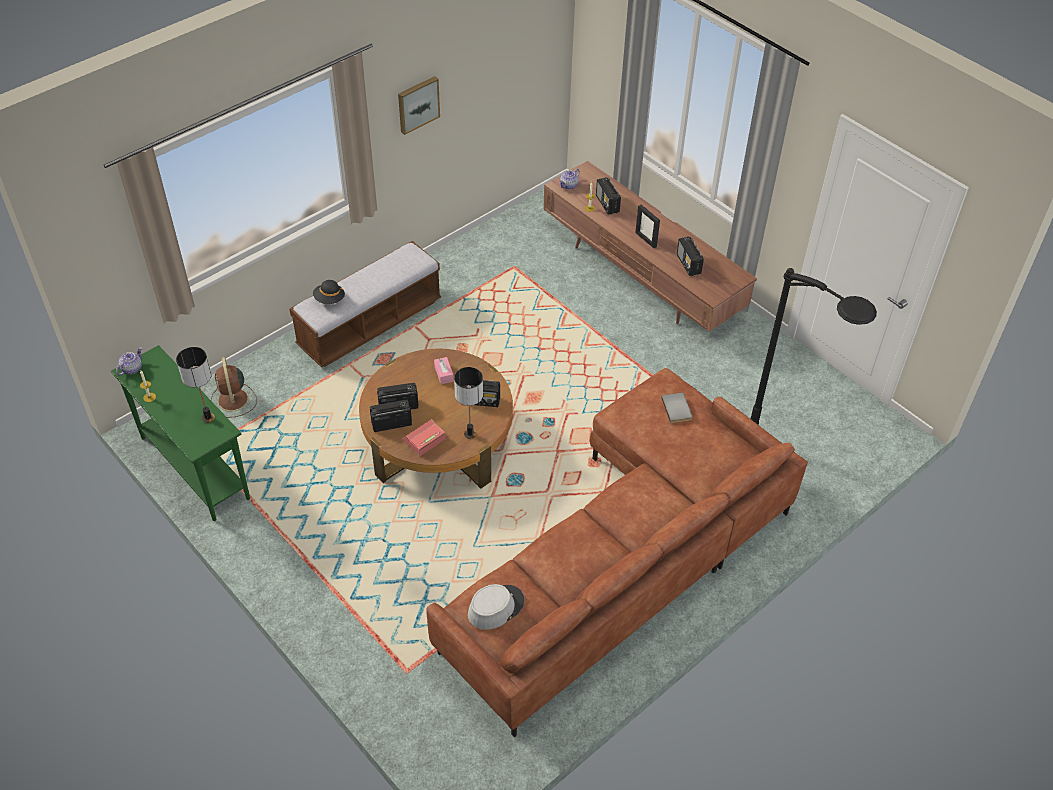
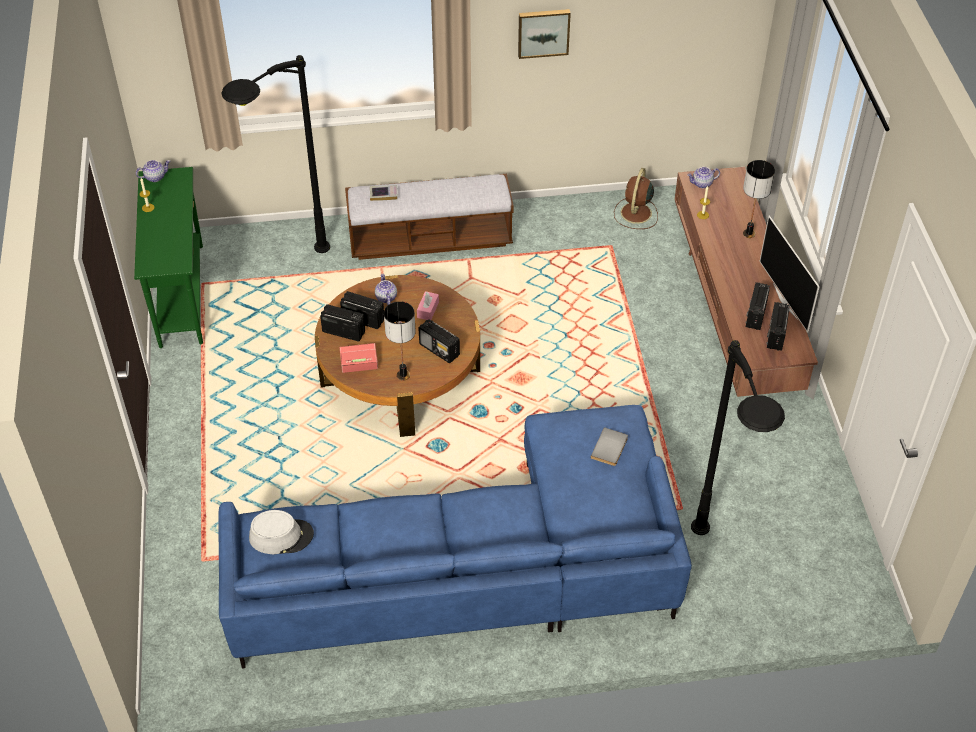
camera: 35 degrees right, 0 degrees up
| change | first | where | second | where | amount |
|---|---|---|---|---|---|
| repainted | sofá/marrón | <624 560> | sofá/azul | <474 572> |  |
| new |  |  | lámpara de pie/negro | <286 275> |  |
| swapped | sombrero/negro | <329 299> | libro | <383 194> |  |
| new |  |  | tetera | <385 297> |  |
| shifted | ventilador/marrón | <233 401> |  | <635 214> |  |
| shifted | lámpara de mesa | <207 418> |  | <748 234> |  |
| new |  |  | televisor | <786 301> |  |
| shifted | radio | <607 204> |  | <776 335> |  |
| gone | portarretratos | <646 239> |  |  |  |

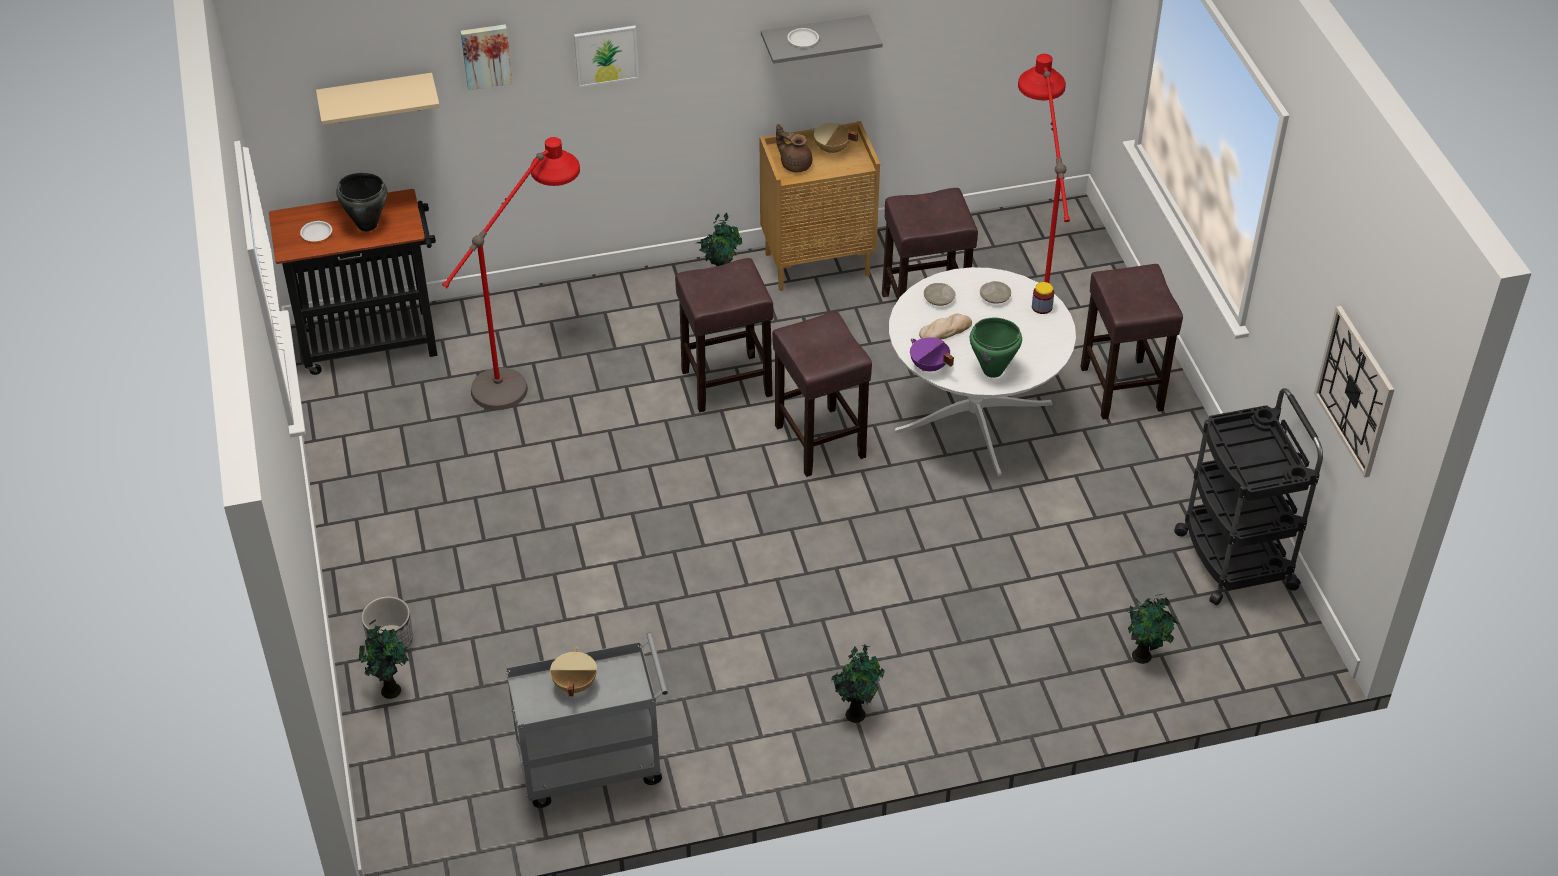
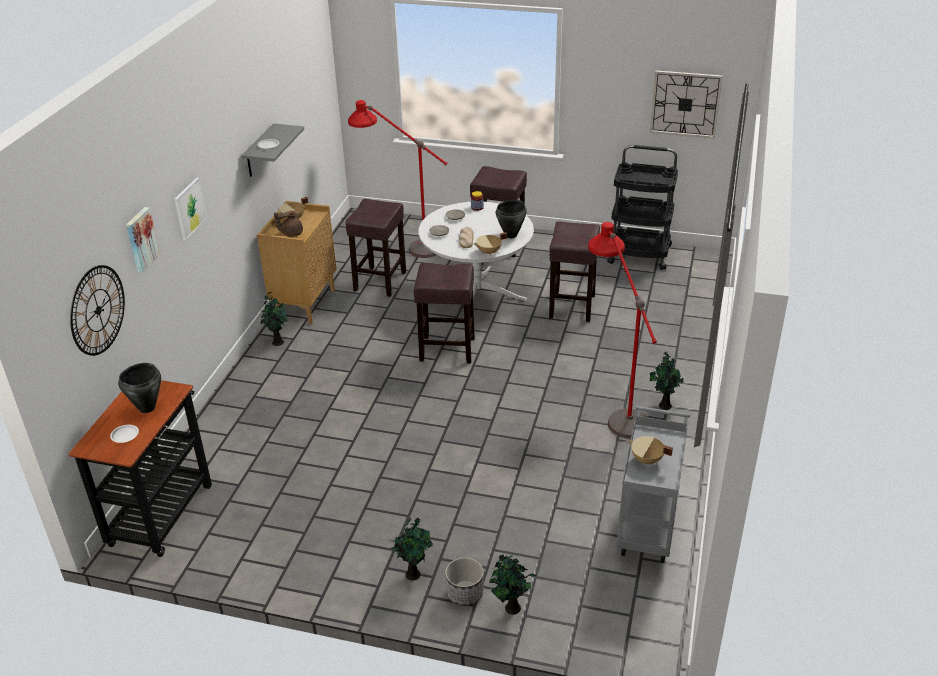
camera: 60 degrees left, 10 degrees down
| change | first | where | second | where | amount |
|---|---|---|---|---|---|
| swapped | estante/beis | <377 98> | reloj de pared | <98 310> |  |
| shifted | planta en maceta | <1143 655> |  | <413 573> |  |
| repainted | olla/morado | <928 366> | olla/beis | <489 252> |  |
| repainted | olla/verde | <993 371> | olla/negro | <511 235> |  |
| shifted | taburete/marrón | <725 383> |  | <572 307> |  |
| shifted | lámpara de pie/rojo | <528 369> |  | <615 406> |  |

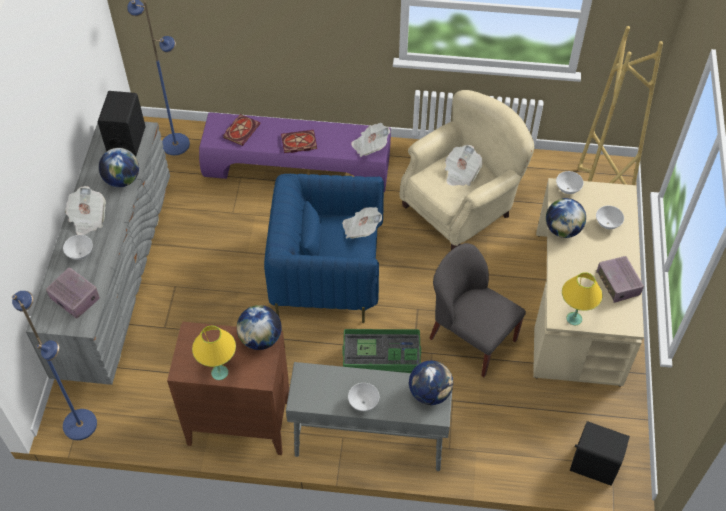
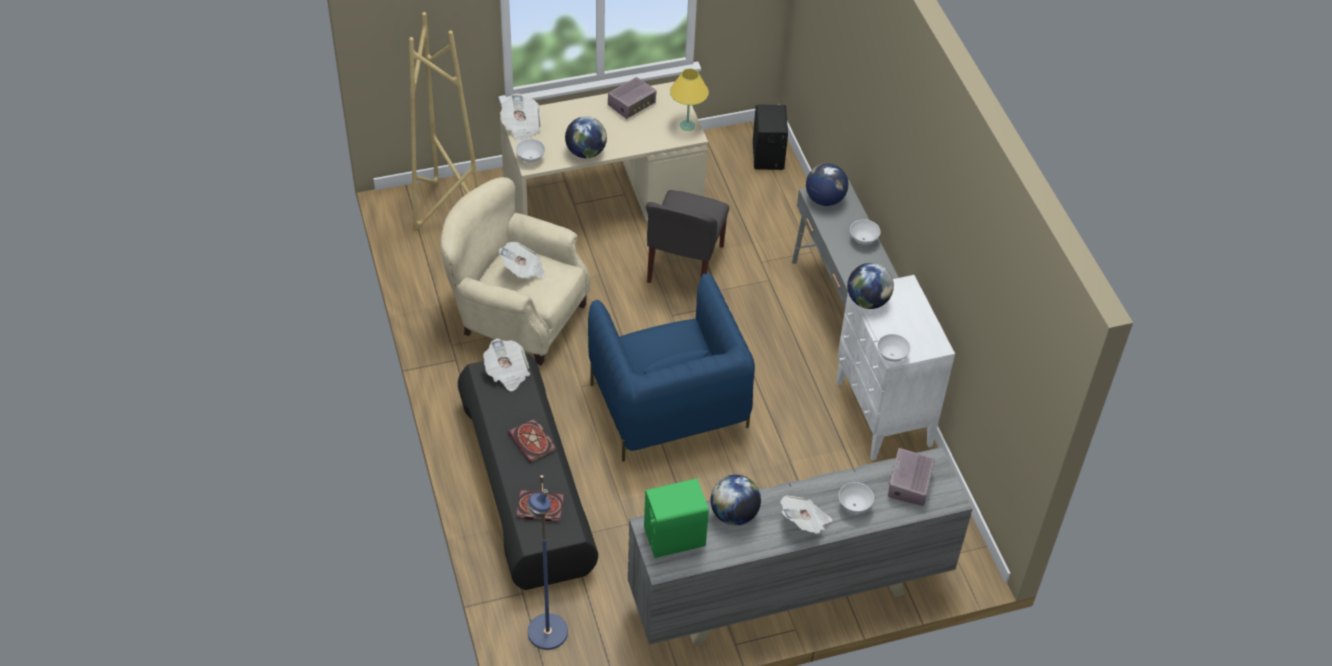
camera: 115 degrees left, 5 degrees down
| change | first | where | second | where | amount |
|---|---|---|---|---|---|
| repainted | banco/morado | <297 166> | banco/negro | <525 485> |  |
| shifted | periódico | <361 229> |  | <521 127> |  |
| repainted | altavoz/negro | <126 141> | altavoz/verde | <674 537> |  |
| repainted | cómoda/marrón | <239 421> | cómoda/blanco | <881 415> |  |
| shifted | cuenco/blanco | <607 224> |  | <892 356> |  |
| gone | lámpara de pie/azul | <80 424> |  |  |  |
| gone | lámpara de mesa/amarillo | <219 373> |  |  |  |
| gone | caja de almacenaje/verde | <381 363> |  |  |  |

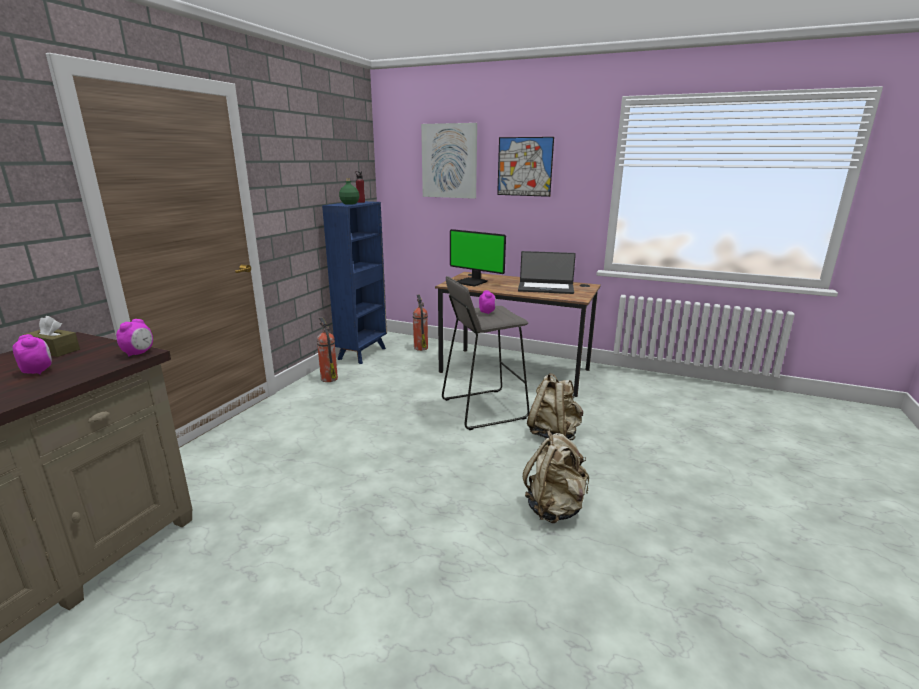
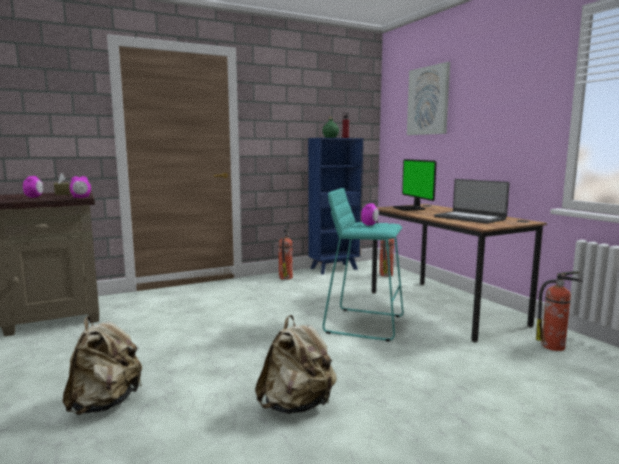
camera: 40 degrees right, 10 degrees down
| change | first | where | second | where | amount |
|---|---|---|---|---|---|
| shifted | mochila/beis | <553 433> |  | <105 403> |  |
| repainted | taburete/gris | <483 408> | taburete/turquesa | <364 324> |  |
| new |  |  | extintor | <554 346> |  |
| gone | cuadro | <524 166> |  |  |  |

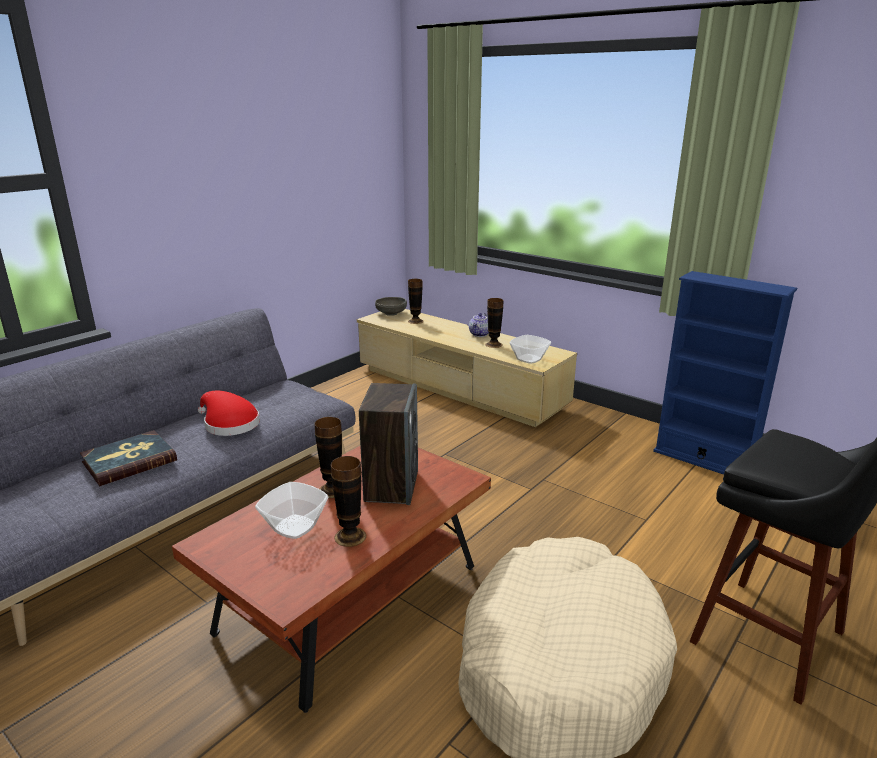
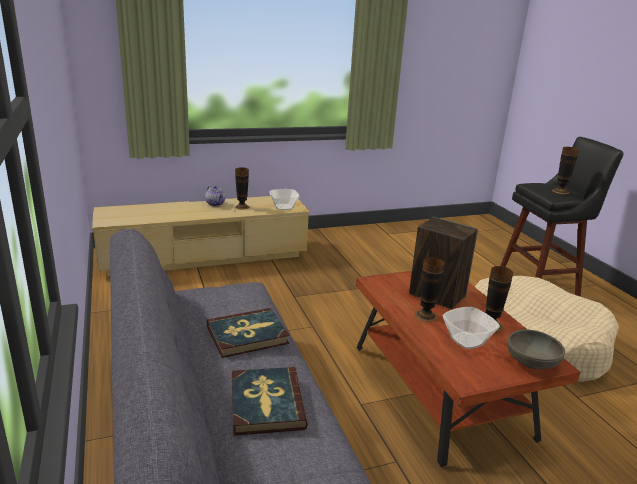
camera: 60 degrees left, 0 degrees up
| change | first | where | second | where | amount |
|---|---|---|---|---|---|
| swapped | sombrero/rojo | <229 424> | libro | <247 335> |  |
| shifted | cuenco/gris | <391 313> |  | <532 362> |  |
| shifted | florero | <415 321> |  | <560 191> |  |
| gone | estantería/azul | <704 460> |  |  |  |

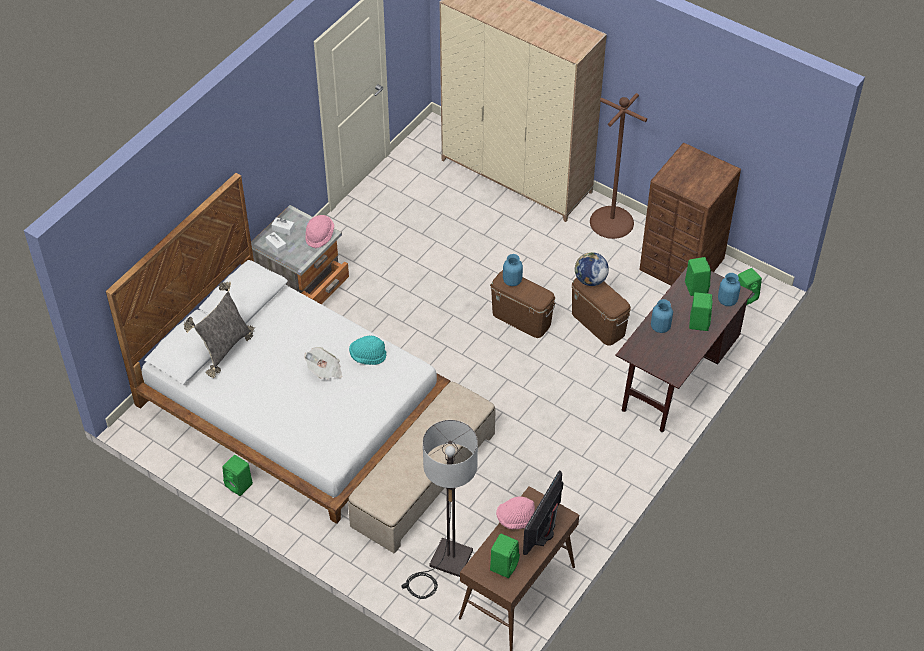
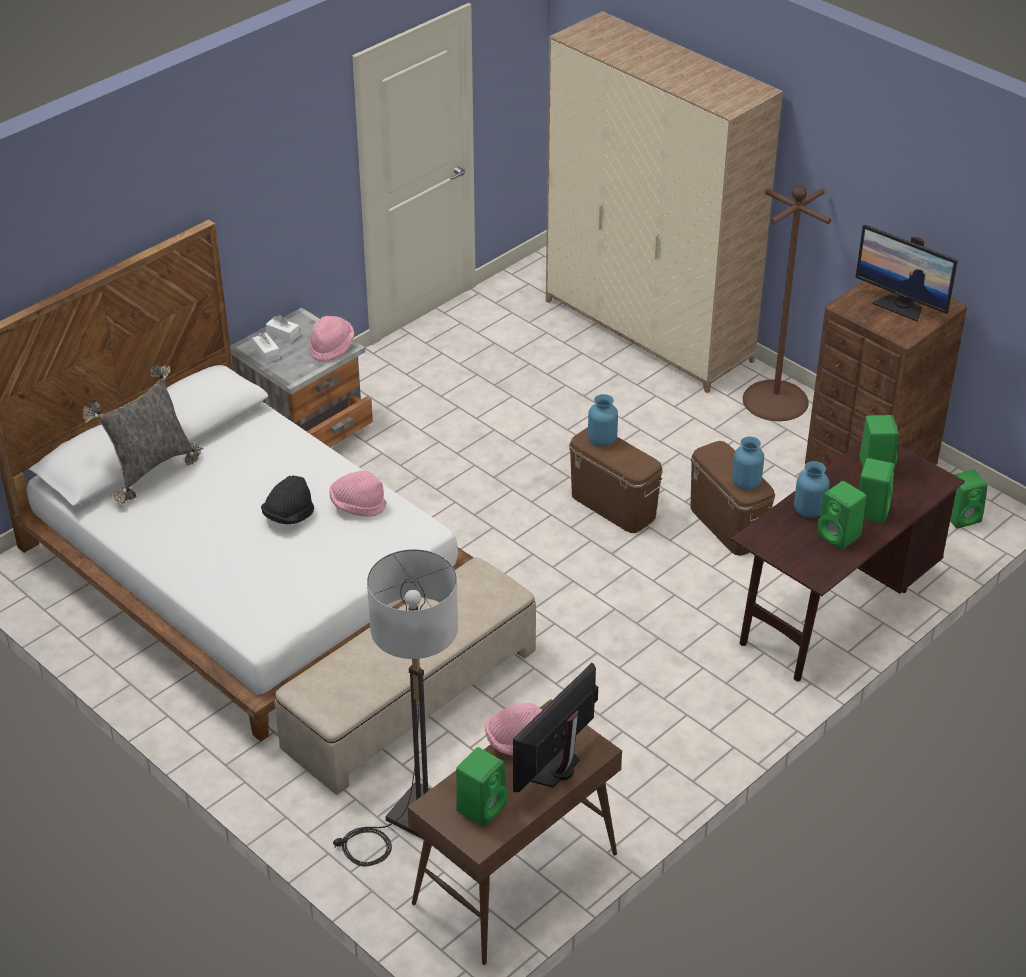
camera: 10 degrees right, 10 degrees down
| change | first | where | second | where | amount |
|---|---|---|---|---|---|
| swapped | periódico | <325 370> | sombrero/negro | <288 516> |  |
| repainted | sombrero/turquesa | <367 356> | sombrero/rosa | <357 505> |  |
| shifted | florero/azul | <727 300> |  | <746 483> |  |
| shifted | altavoz/verde | <239 485> |  | <840 536> |  |
| new |  |  | monitor | <901 306> |  |
| gone | globo terráqueo | <590 280> |  |  |  |

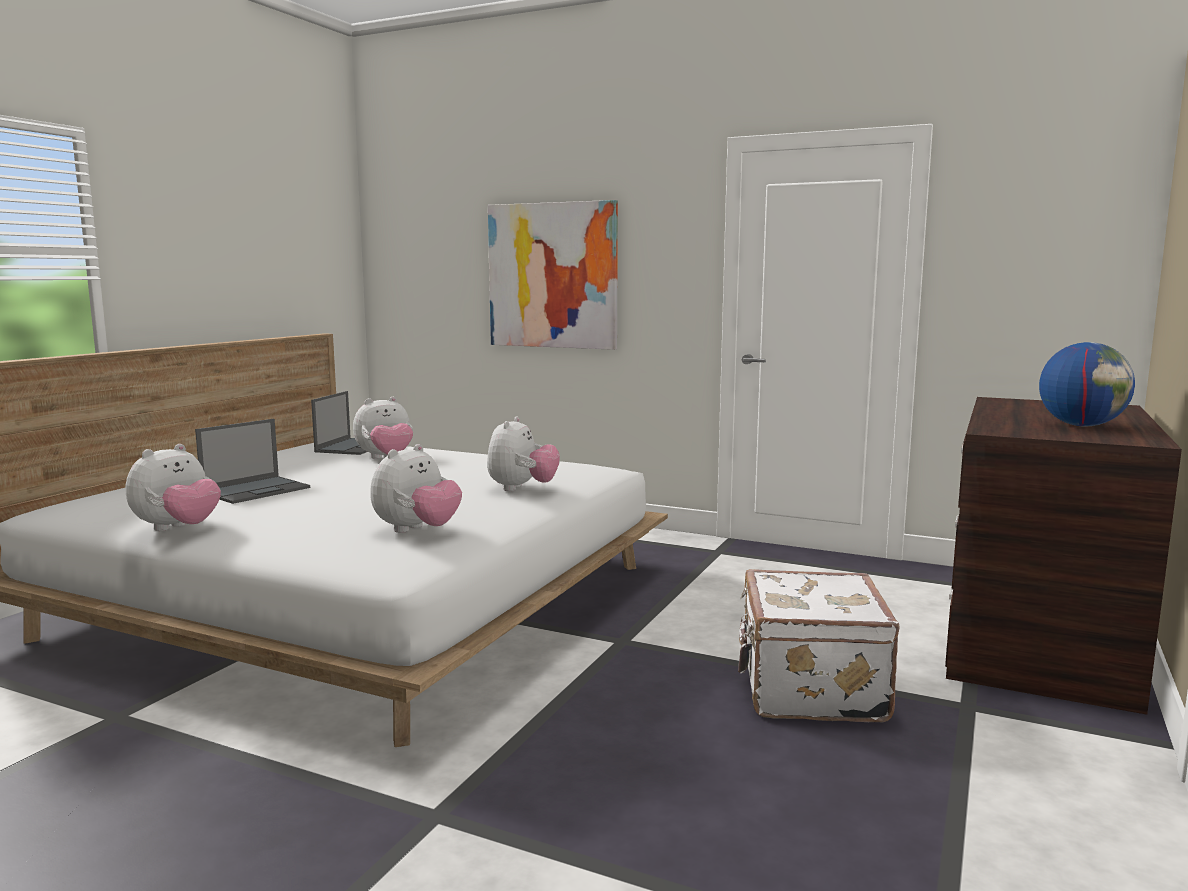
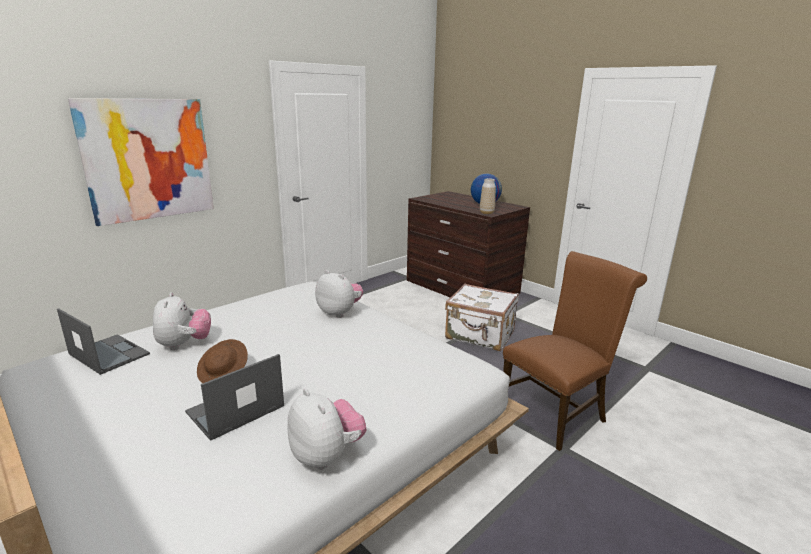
camera: 70 degrees left, 10 degrees up
| change | first | where | second | where | amount |
|---|---|---|---|---|---|
| rotated | portátil | <257 490> |  | <234 410> | 105 degrees counterclockwise |
| new |  |  | sombrero/marrón | <224 373> |  |
| new |  |  | florero | <486 213> |  |
| new |  |  | silla/marrón | <556 412> |  |
| gone | peluche | <417 530> |  |  |  |

